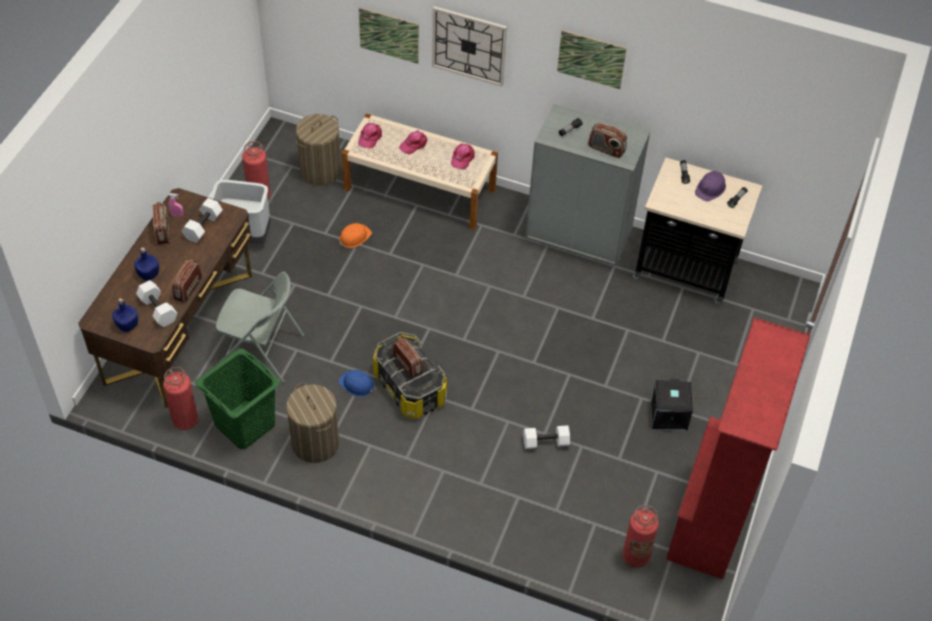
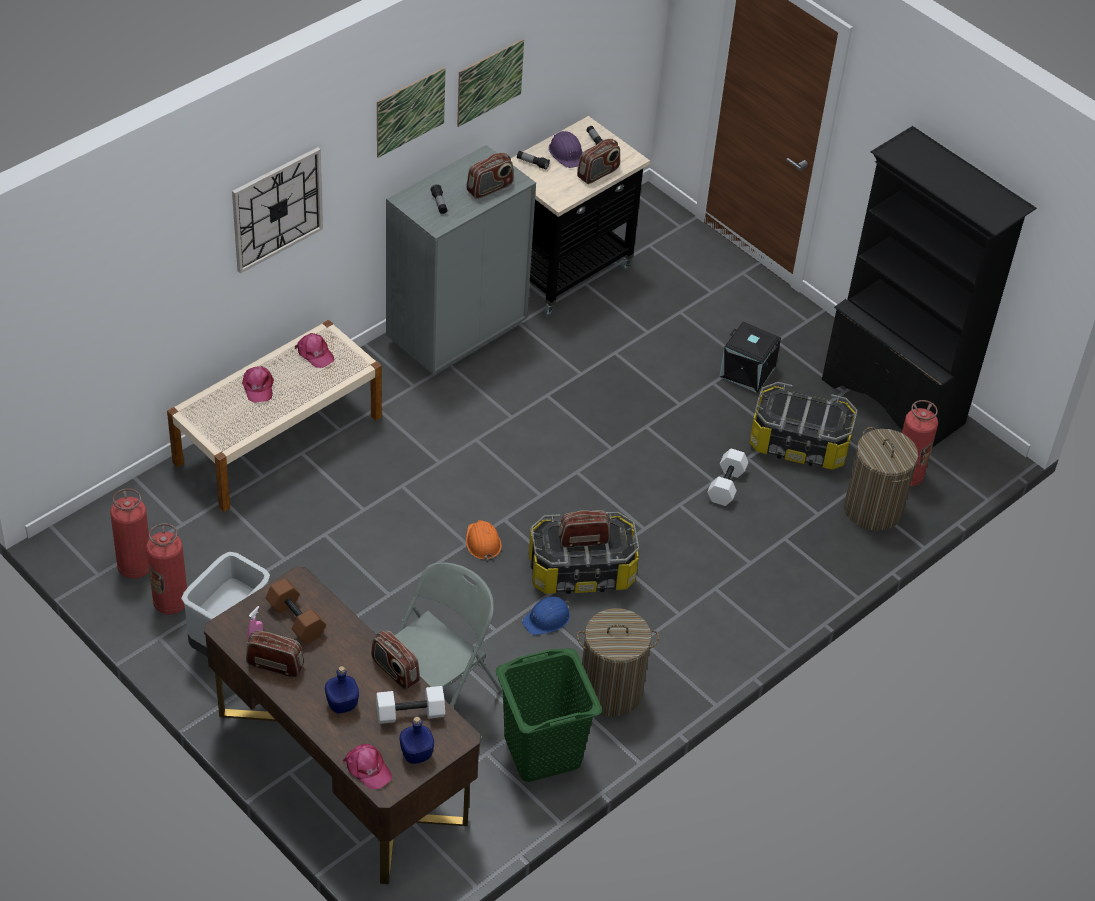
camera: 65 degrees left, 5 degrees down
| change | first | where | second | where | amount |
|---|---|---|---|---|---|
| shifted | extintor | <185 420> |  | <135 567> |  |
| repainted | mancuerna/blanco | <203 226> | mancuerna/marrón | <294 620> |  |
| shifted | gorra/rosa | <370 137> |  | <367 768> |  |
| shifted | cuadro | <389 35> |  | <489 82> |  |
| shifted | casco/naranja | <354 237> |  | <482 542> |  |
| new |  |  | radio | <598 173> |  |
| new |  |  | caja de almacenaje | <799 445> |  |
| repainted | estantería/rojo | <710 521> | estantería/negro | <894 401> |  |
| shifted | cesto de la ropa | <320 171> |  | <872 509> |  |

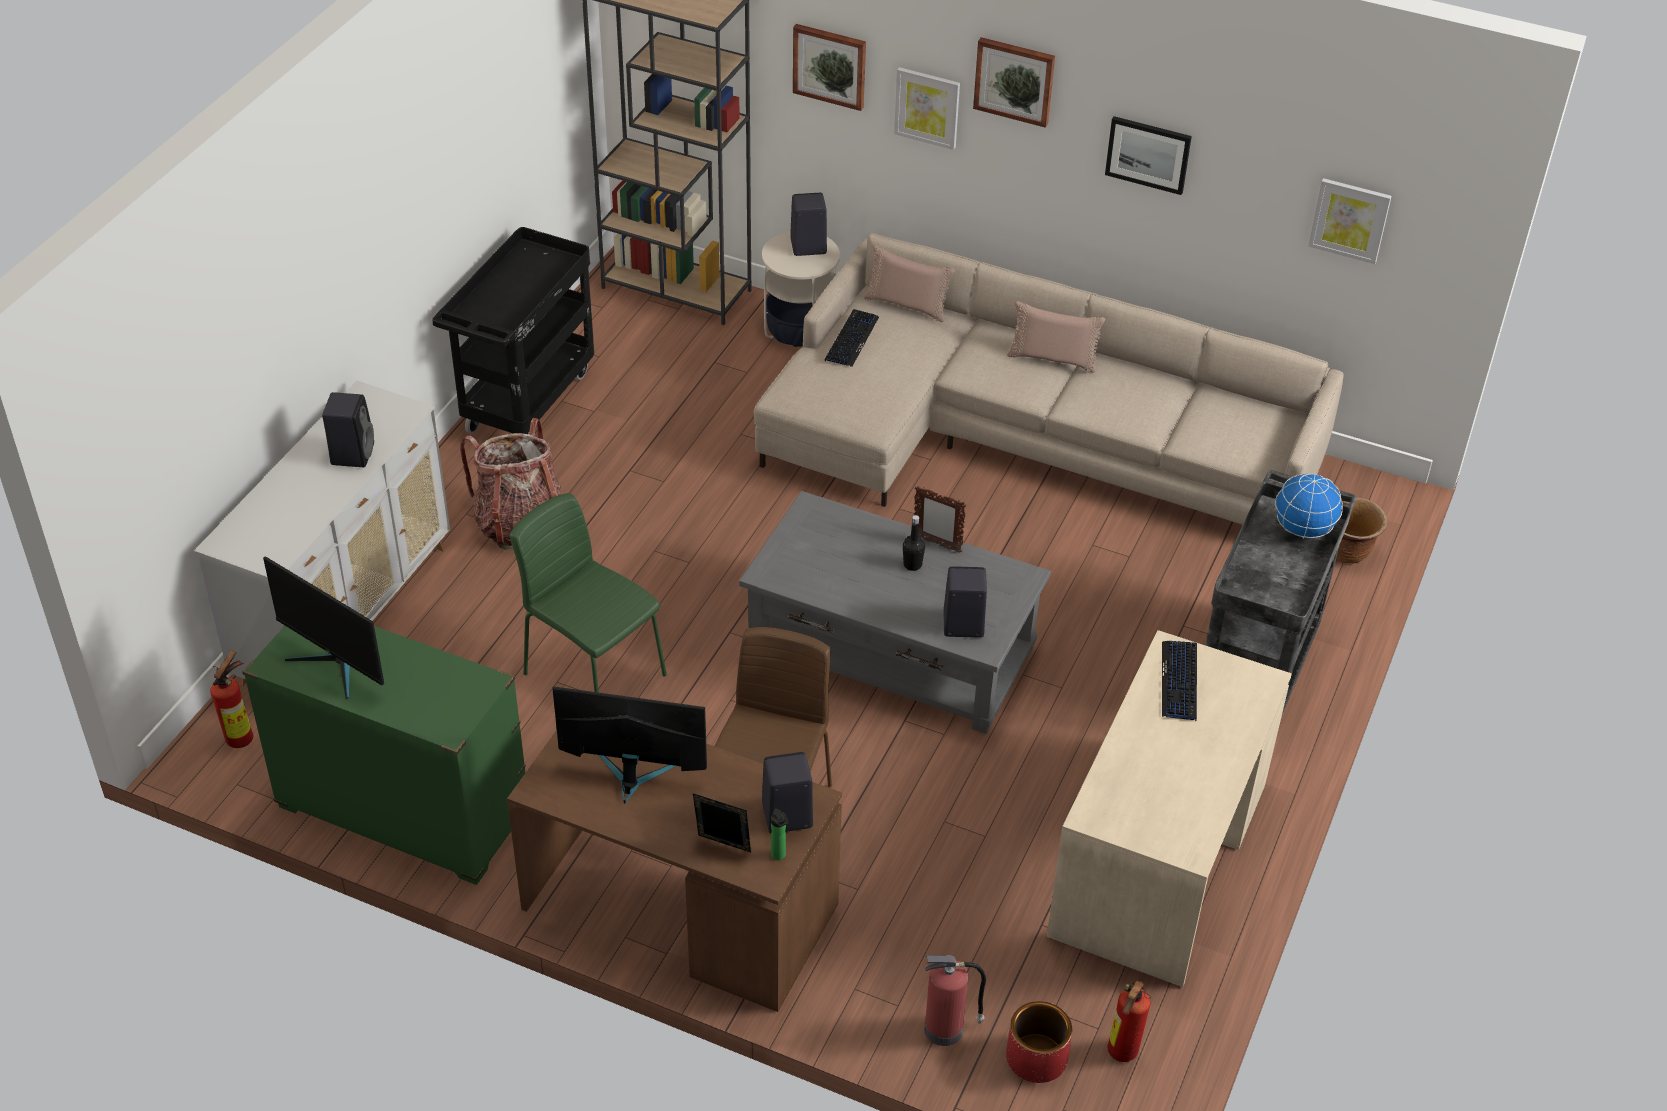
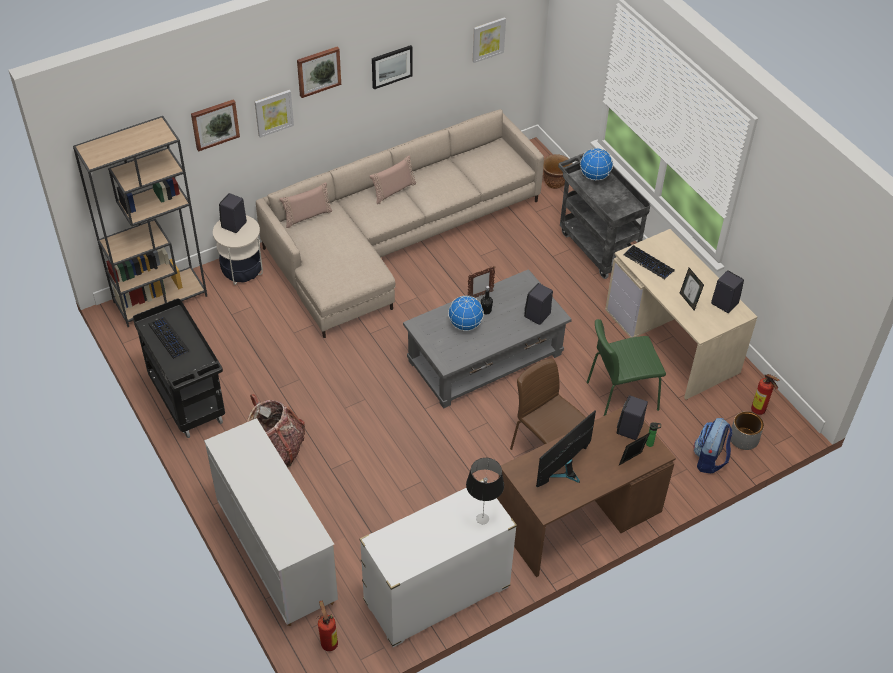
camera: 55 degrees left, 5 degrees up
| change | first | where | second | where | amount |
|---|---|---|---|---|---|
| shifted | teclado | <851 339> |  | <168 338> |  |
| repainted | cómoda/verde | <403 811> | cómoda/blanco | <436 595> |  |
| new |  |  | globo terráqueo | <465 325> |  |
| new |  |  | lámpara de mesa | <483 519> |  |
| shifted | silla/verde | <590 672> |  | <619 396> |  |
| new |  |  | portarretratos | <688 301> |  |
| swapped | extintor | <946 1029> | mochila | <709 459> |  |
| shifted | altavoz/negro | <352 453> |  | <723 303> |  |
| repainted | maceta/rojo | <1036 1058> | maceta/gris | <743 439> |  |
| gone | monitor | <335 664> |  |  |  |

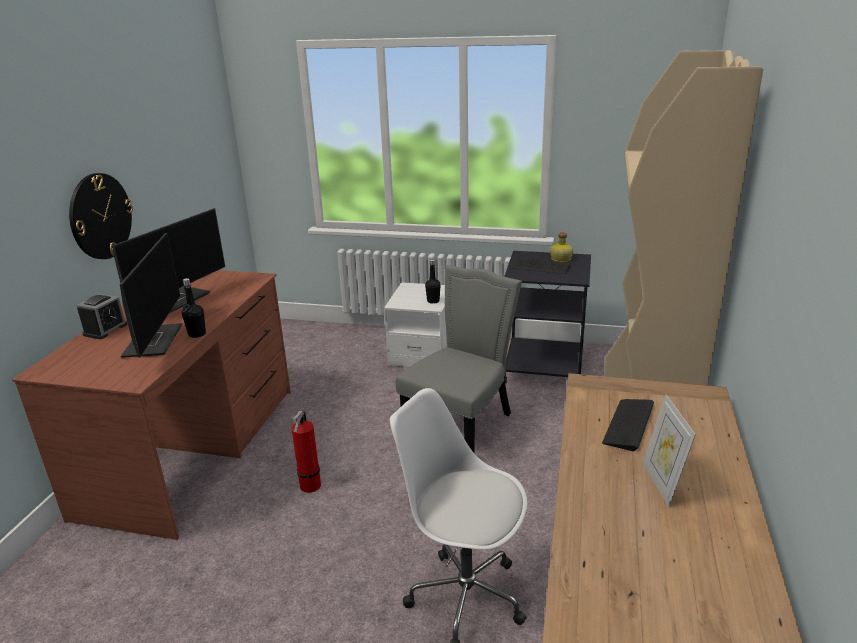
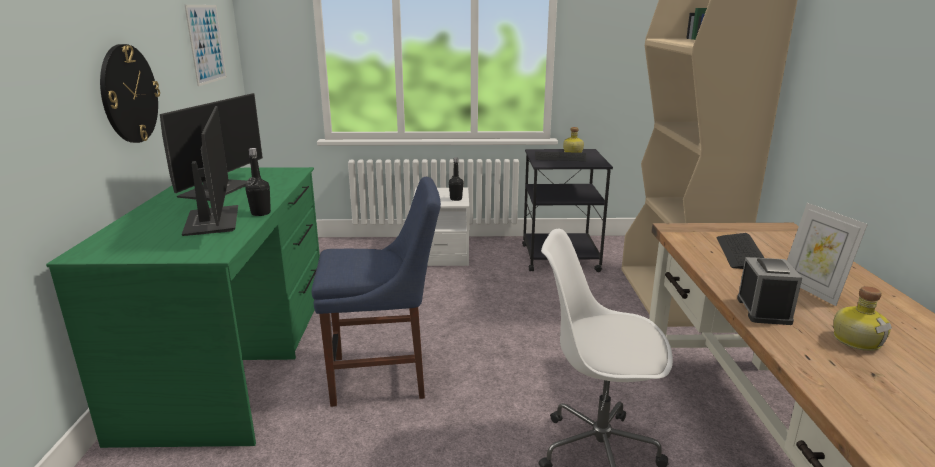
camera: 15 degrees left, 5 degrees down
| change | first | where | second | where | amount |
|---|---|---|---|---|---|
| repainted | escritorio/marrón | <193 448> | escritorio/verde | <236 356> |  |
| new |  |  | cuadro | <206 44> |  |
| swapped | extintor | <309 487> | silla/azul | <384 377> |  |
| shifted | despertador | <105 329> |  | <763 310> |  |
| new |  |  | botella | <856 340> |  |
| gone | silla/gris | <460 429> |  |  |  |

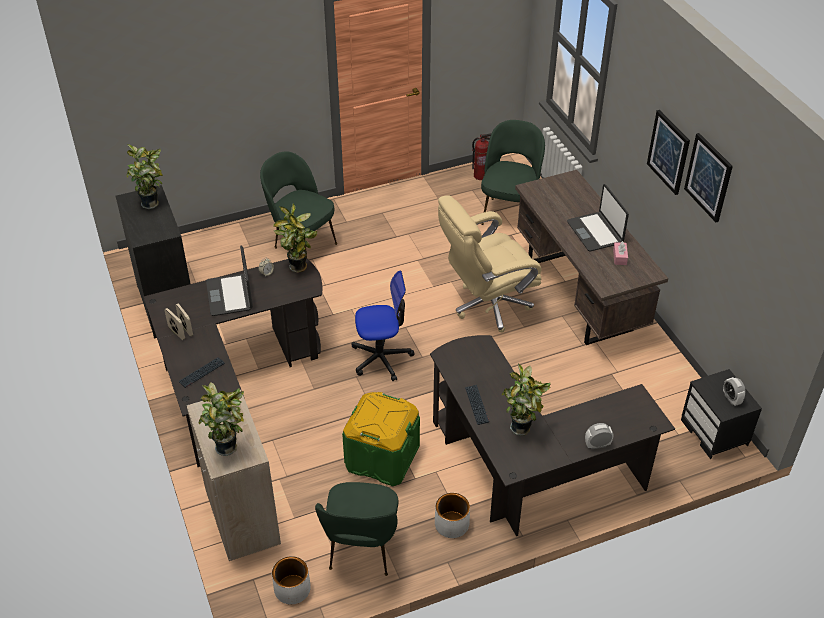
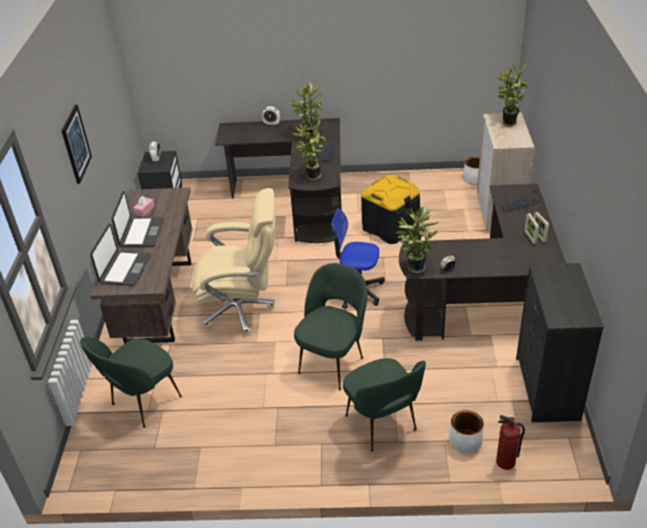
camera: 155 degrees left, 5 degrees down
| change | first | where | second | where | amount |
|---|---|---|---|---|---|
| shifted | portátil | <230 295> |  | <124 269> |  |
| shifted | planta en maceta | <152 203> |  | <311 177> |  |
| shifted | silla/verde | <361 554> |  | <334 362> |  |
| repainted | caja de almacenaje/verde | <382 457> | caja de almacenaje/negro | <390 227> |  |
| shifted | maceta/blanco | <451 525> |  | <465 441> |  |
| shifted | extintor | <480 176> |  | <505 462> |  |
| gone | cuadro | <708 177> |  |  |  |

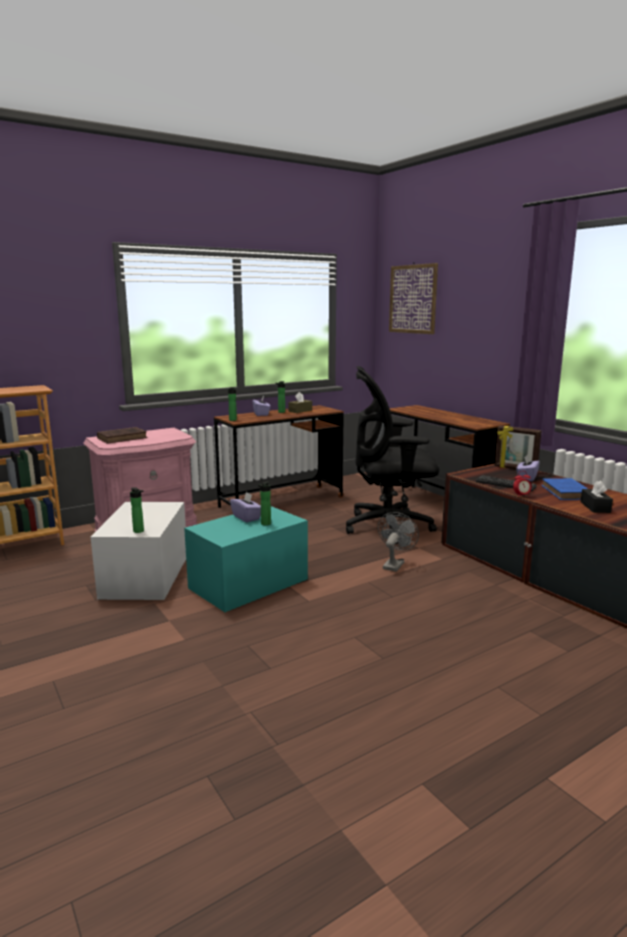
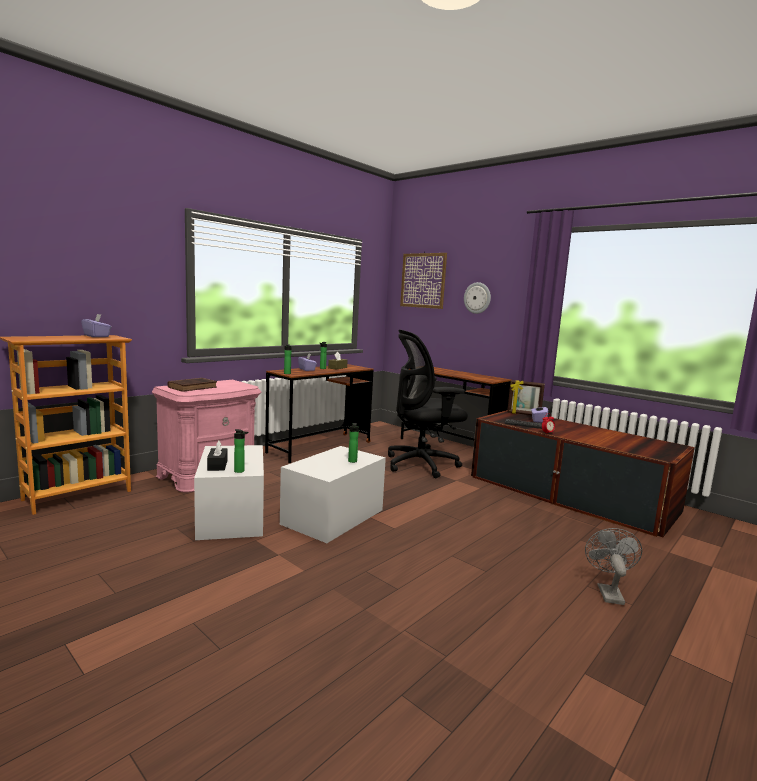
camera: 15 degrees left, 5 degrees down
| change | first | where | second | where | amount |
|---|---|---|---|---|---|
| shifted | caja de pañuelos/morado | <246 517> |  | <97 336> |  |
| shifted | caja de pañuelos/negro | <595 507> |  | <217 465> |  |
| repainted | caja de almacenaje/turquesa | <249 583> | caja de almacenaje/blanco | <333 516> |  |
| new |  |  | reloj de pared | <477 298> |  |
| shifted | ventilador/gris | <394 564> |  | <608 592> |  |
| gone | libro/azul | <567 493> |  |  |  |

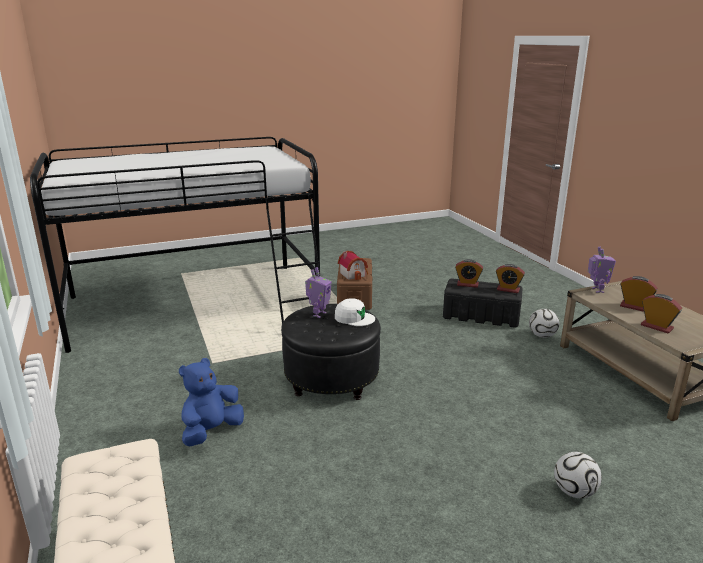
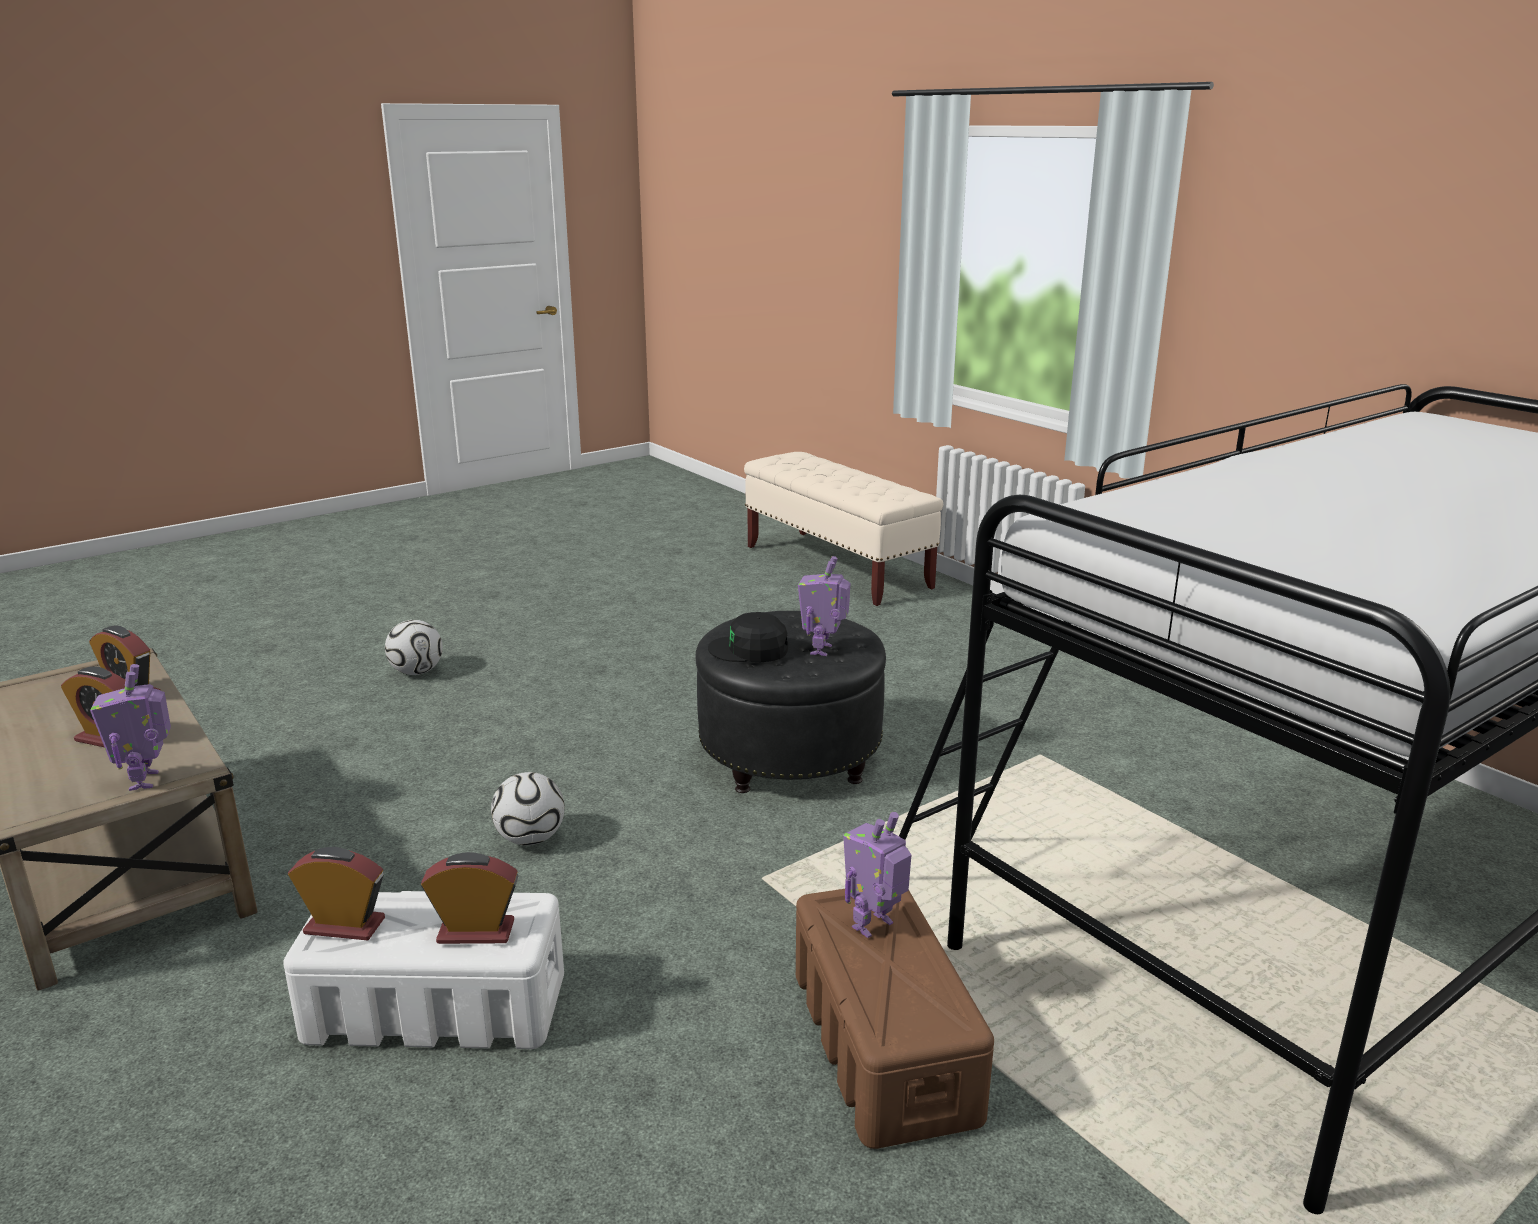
camera: 165 degrees right, 0 degrees up
| change | first | where | second | where | amount |
|---|---|---|---|---|---|
| repainted | caja de almacenaje/negro | <481 316> | caja de almacenaje/blanco | <434 1007> |  |
| shifted | balón de fútbol | <542 335> |  | <531 839> |  |
| repainted | gorra/blanco | <354 318> | gorra/negro | <749 649> |  |
| swapped | casita | <353 274> | robot de juguete | <874 926> |  |
| gone | peluche/azul | <211 431> |  |  |  |

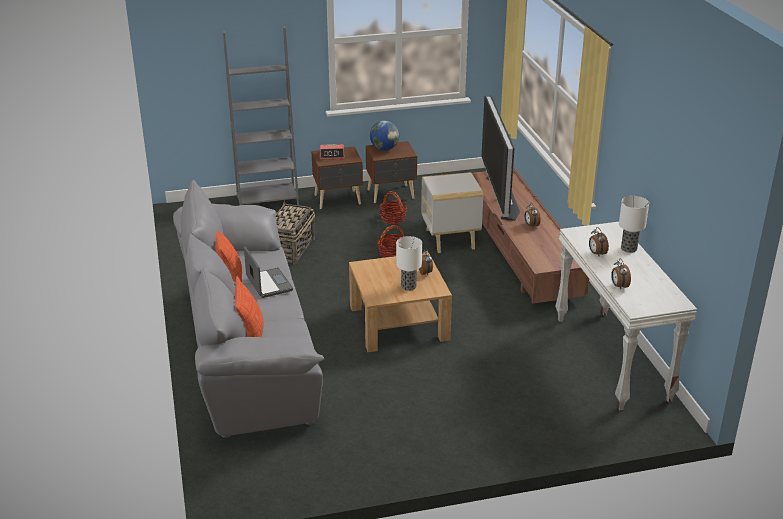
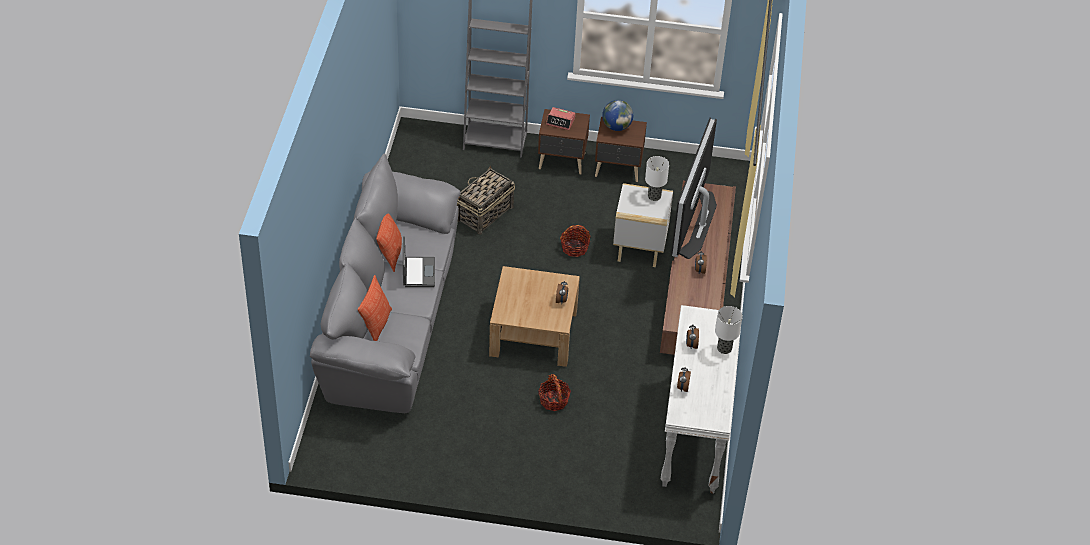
camera: 20 degrees right, 15 degrees up
| change | first | where | second | where | amount |
|---|---|---|---|---|---|
| shifted | cesta | <393 218> |  | <554 400> |  |
| shifted | lámpara de mesa | <408 286> |  | <653 196> |  |

